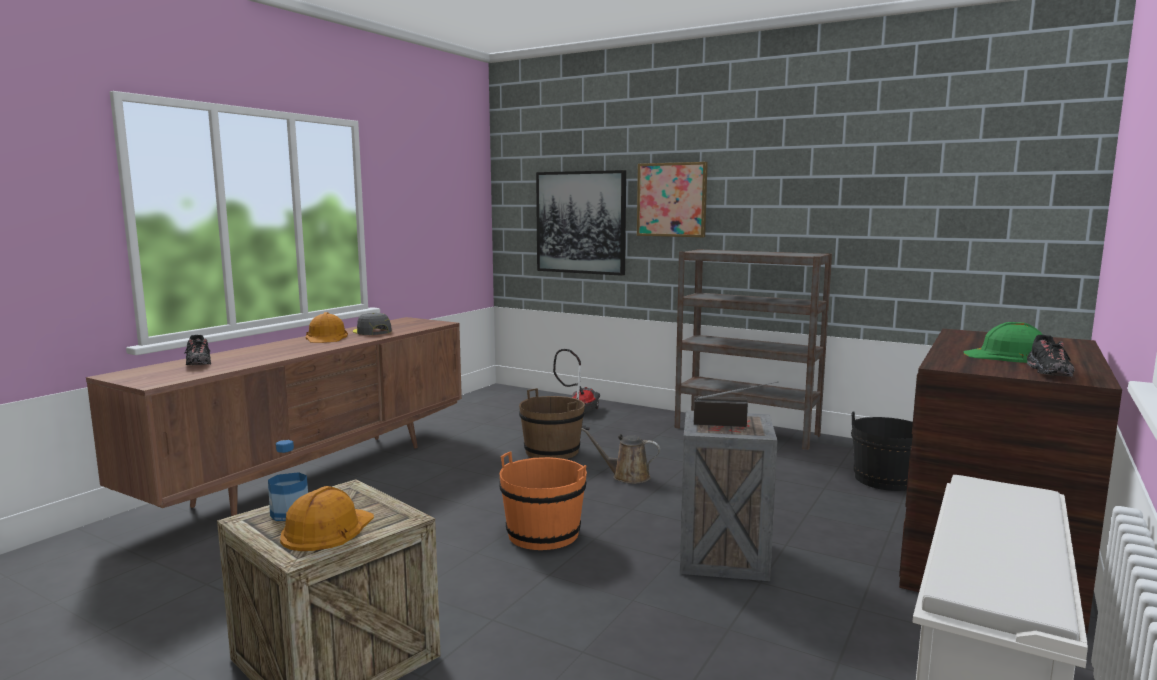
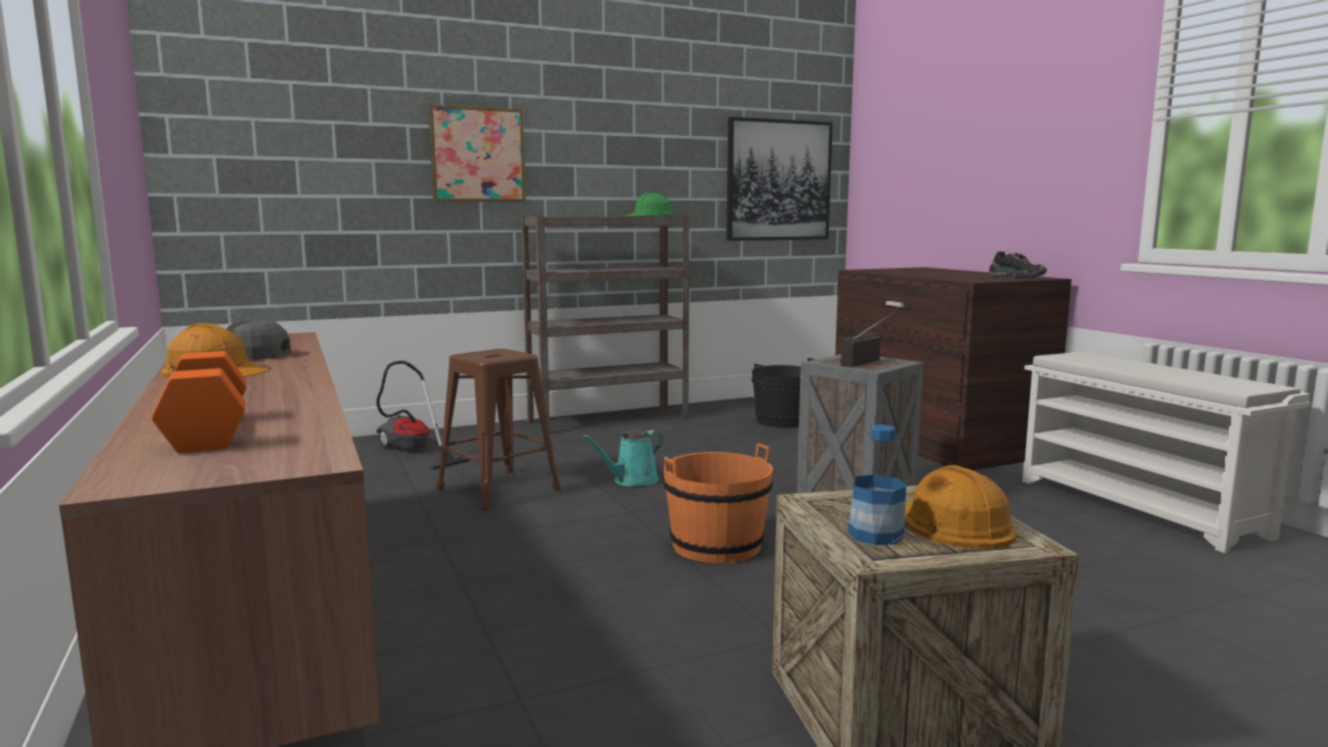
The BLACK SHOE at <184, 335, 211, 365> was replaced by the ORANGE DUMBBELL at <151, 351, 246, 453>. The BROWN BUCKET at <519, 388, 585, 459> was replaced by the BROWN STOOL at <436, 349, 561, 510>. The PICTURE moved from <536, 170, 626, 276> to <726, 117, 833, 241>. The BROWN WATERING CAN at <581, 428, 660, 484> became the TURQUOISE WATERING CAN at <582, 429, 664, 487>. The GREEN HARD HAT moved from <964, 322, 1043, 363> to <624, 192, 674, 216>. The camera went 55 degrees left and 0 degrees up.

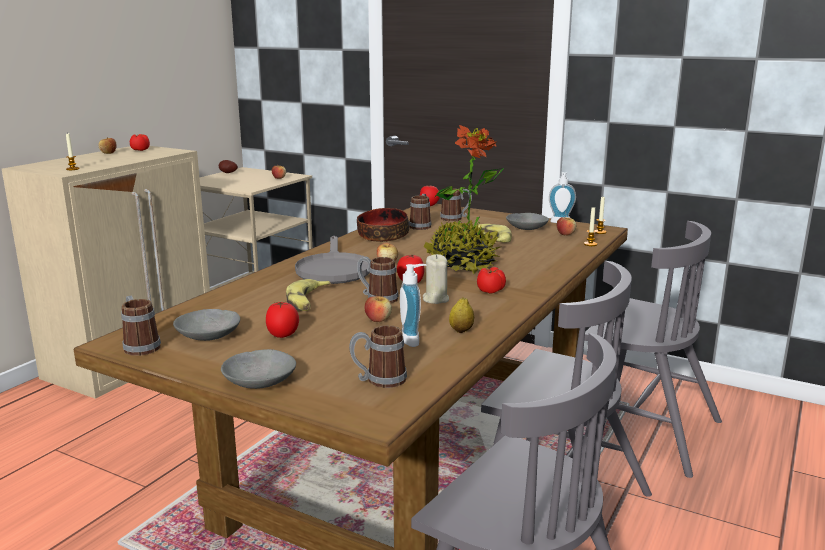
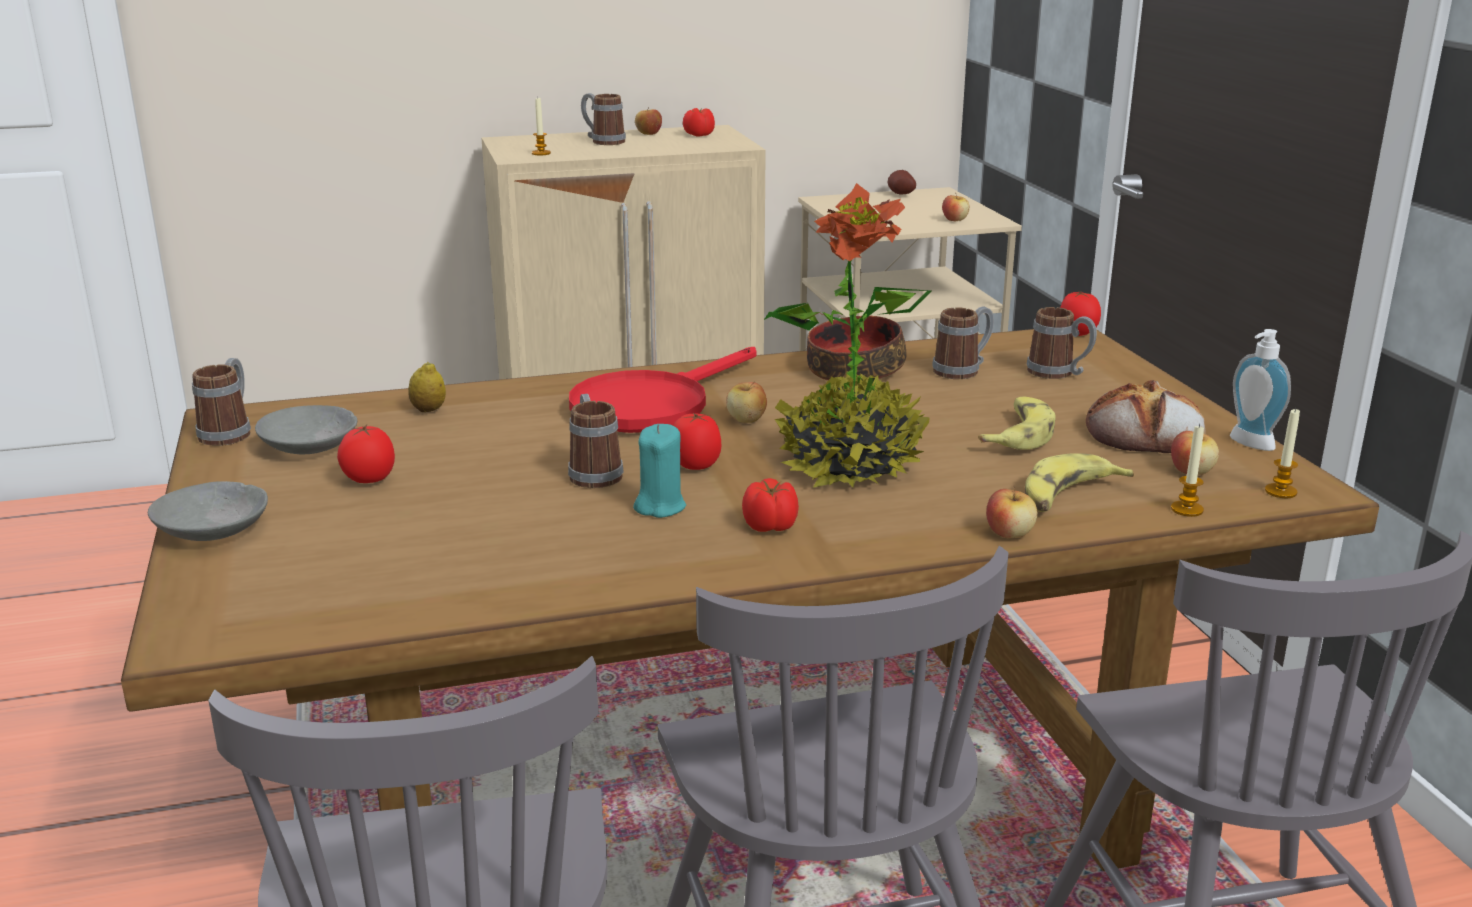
The BANANA moved from <286, 279, 330, 311> to <1025, 453, 1134, 512>. The GREY FRYING PAN at <295, 236, 370, 284> became the RED FRYING PAN at <569, 347, 756, 433>. The MUG moved from <349, 325, 407, 388> to <581, 93, 626, 145>. The APPLE moved from <364, 294, 392, 322> to <986, 485, 1037, 538>. The SOAP DISPENSER at <400, 264, 427, 347> disappeared. The BEIGE CANDLE at <423, 254, 449, 304> became the TURQUOISE CANDLE at <633, 424, 686, 518>. The LEMON moved from <449, 297, 474, 333> to <408, 362, 446, 412>. The GREY BOWL at <506, 213, 549, 230> was replaced by the BREAD at <1086, 380, 1206, 453>. The camera went 45 degrees right and 5 degrees up.

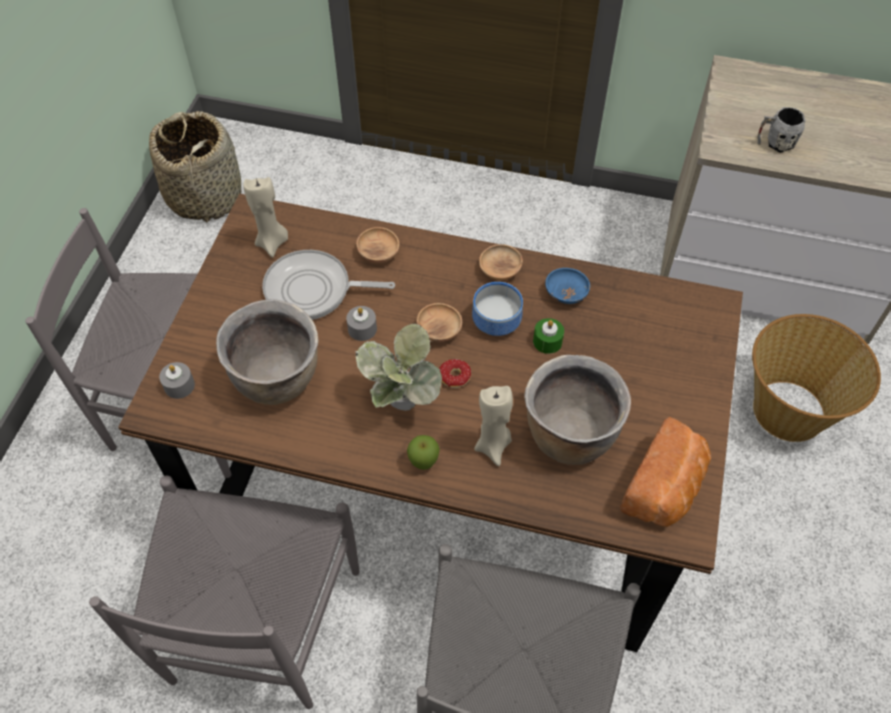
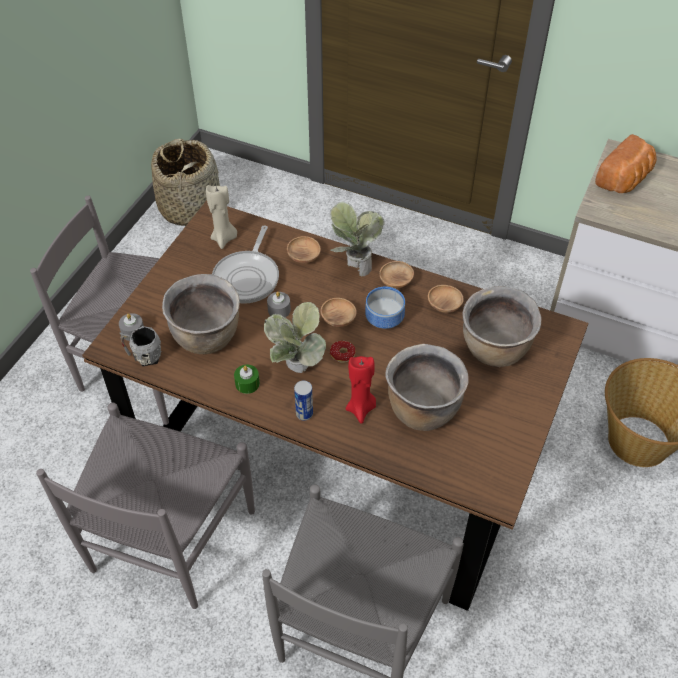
The FRYING PAN at <262, 250, 395, 320> turned 90 degrees counterclockwise. The APPLE at <407, 435, 440, 470> was replaced by the CAN at <294, 381, 313, 421>. The BEIGE CANDLE at <474, 386, 513, 466> became the RED CANDLE at <346, 356, 376, 424>. The GREEN CANDLE moved from <533, 318, 564, 354> to <234, 365, 260, 394>. The BLUE BOWL at <545, 268, 590, 304> became the BROWN BOWL at <428, 285, 464, 313>. The BREAD moved from <620, 417, 711, 527> to <595, 134, 657, 193>. The GREY MUG moved from <758, 107, 806, 153> to <120, 326, 161, 366>. The POTTED PLANT at <330, 202, 385, 276> appeared. The BROWN COOKING POT at <462, 286, 541, 367> appeared. The camera went 10 degrees right and 5 degrees down.

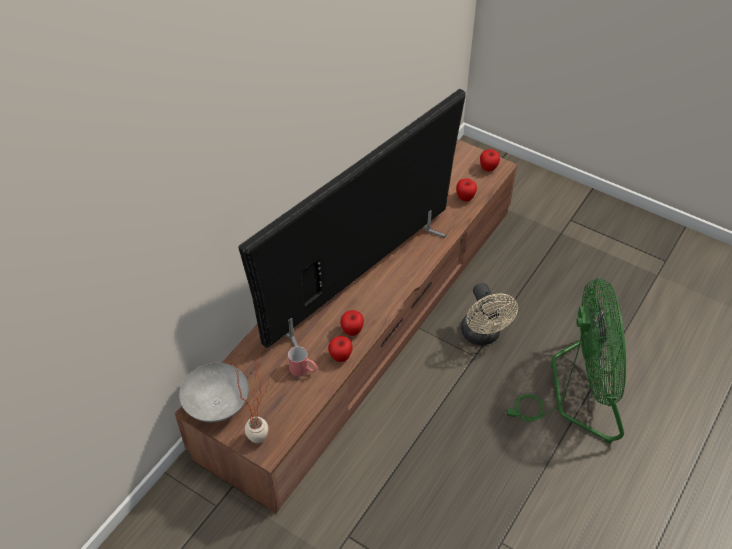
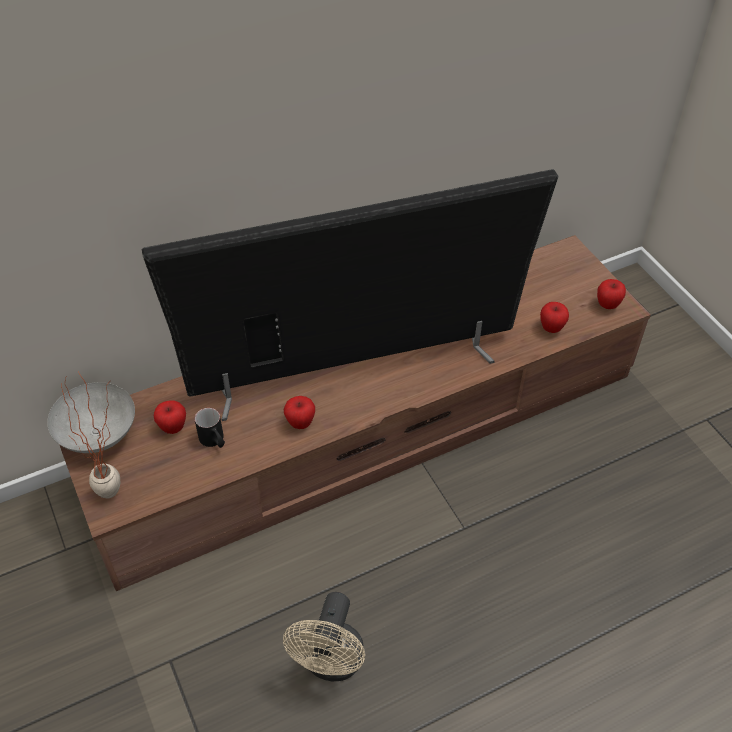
The RED MUG at <288, 346, 317, 376> became the BLACK MUG at <195, 408, 225, 448>. The APPLE moved from <328, 336, 353, 362> to <154, 400, 186, 434>. The BEIGE FAN moved from <461, 283, 518, 345> to <283, 592, 365, 681>. The GREEN FAN at <506, 278, 626, 444> disappeared. The camera went 30 degrees right and 0 degrees up.

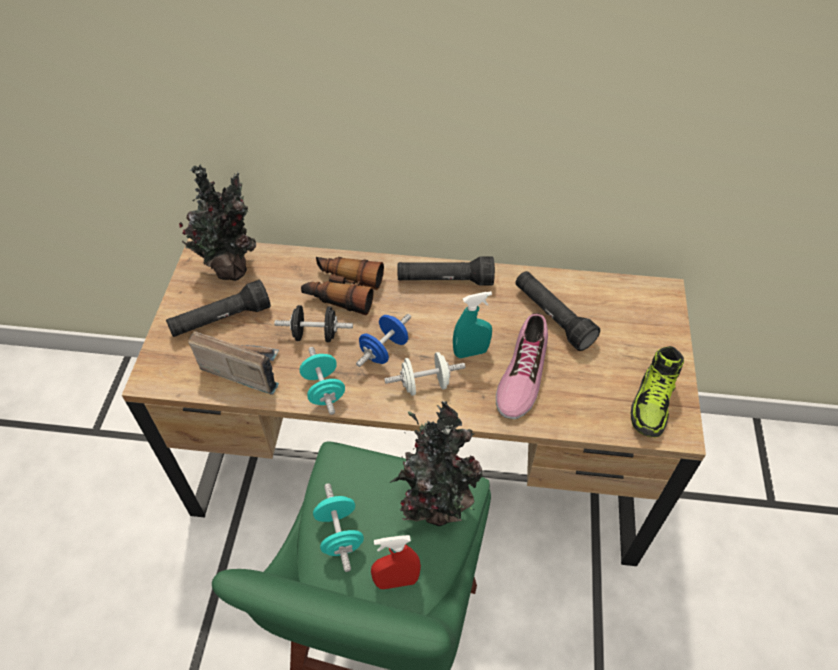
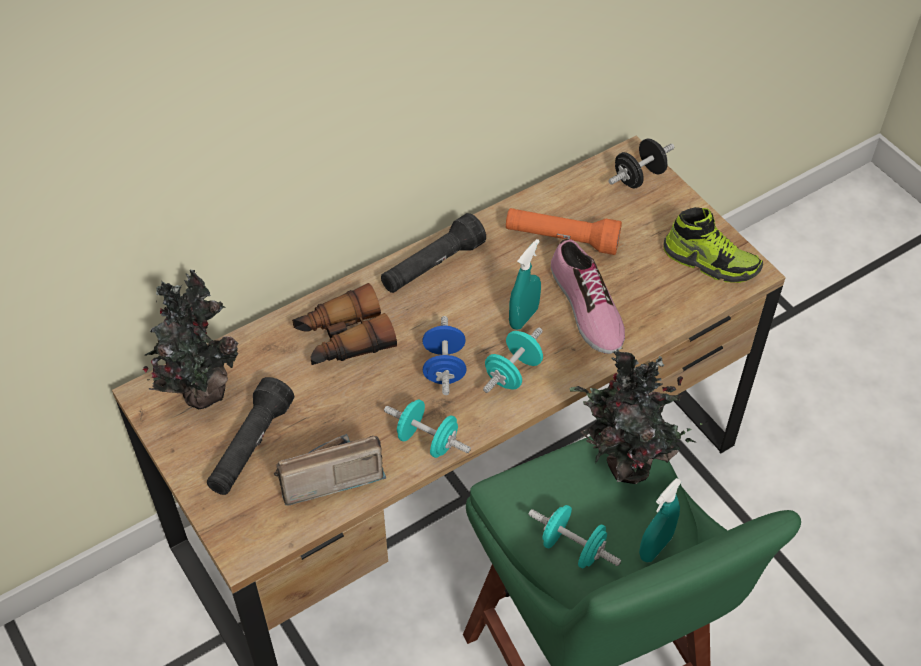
The BLACK DUMBBELL moved from <274, 305, 353, 342> to <608, 138, 674, 188>. The RED SPRAY BOTTLE at <371, 535, 421, 589> became the TURQUOISE SPRAY BOTTLE at <639, 478, 682, 562>. The WHITE DUMBBELL at <384, 352, 466, 396> became the TURQUOISE DUMBBELL at <483, 327, 543, 393>. The BLACK FLASHLIGHT at <516, 271, 600, 351> became the ORANGE FLASHLIGHT at <506, 208, 622, 255>. The SHOE at <631, 346, 684, 437> turned 45 degrees counterclockwise. The camera went 40 degrees left and 0 degrees up.

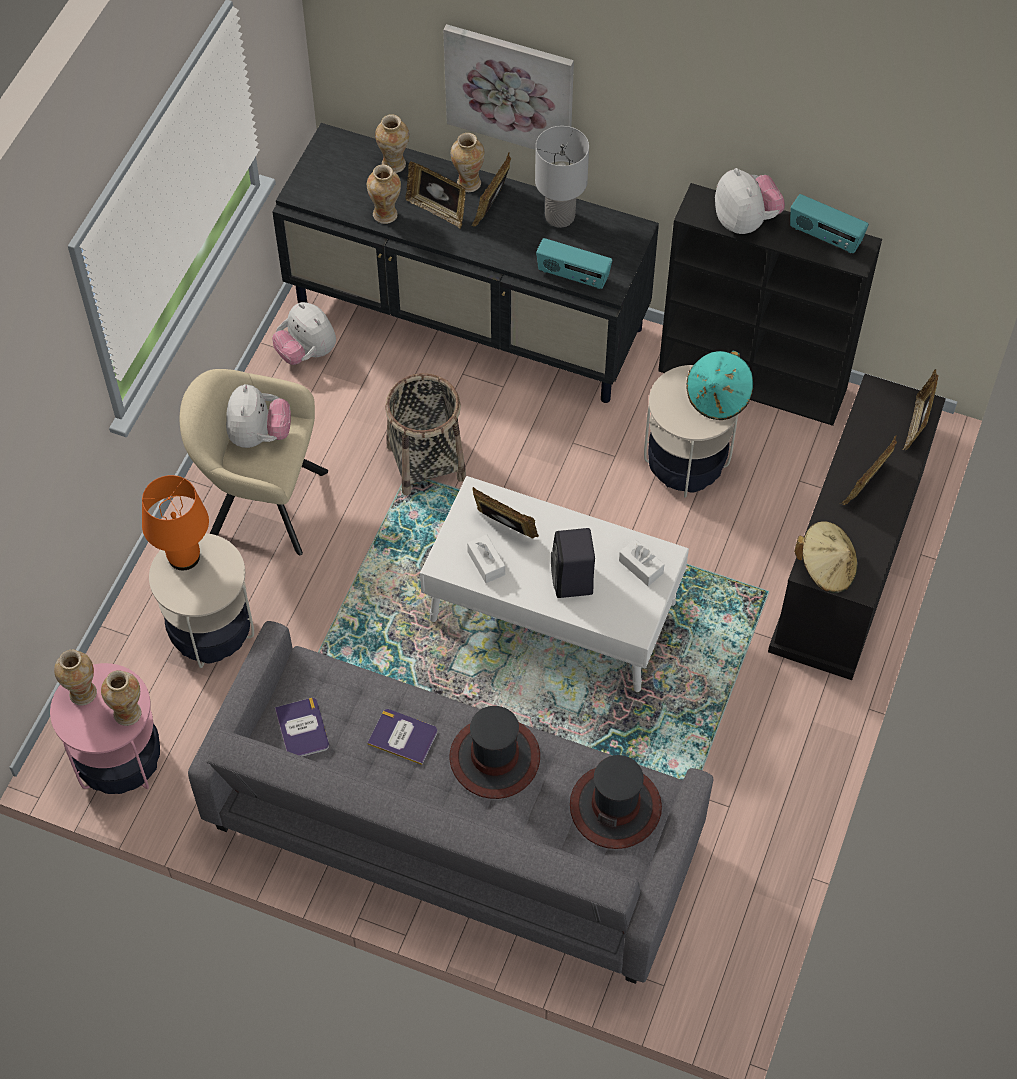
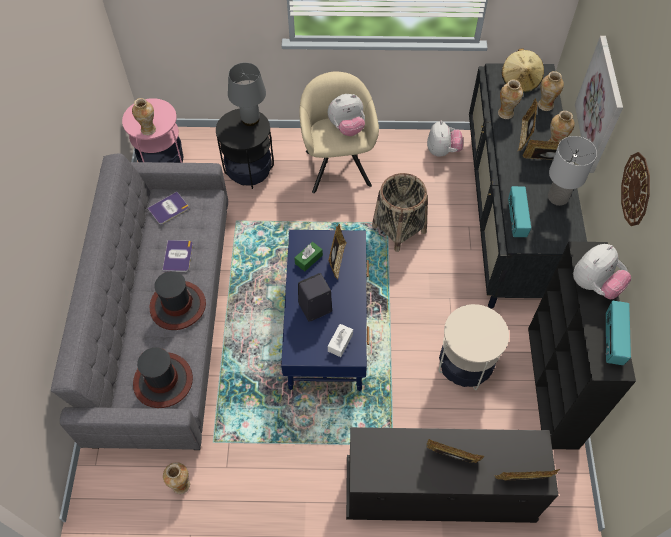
The VASE moved from <54, 649, 97, 706> to <163, 462, 190, 494>. The ORANGE TABLE LAMP at <142, 475, 209, 570> became the GREY TABLE LAMP at <228, 63, 266, 126>. The BEIGE SIDE TABLE at <149, 533, 254, 668> became the BLACK SIDE TABLE at <216, 109, 274, 189>. The PLUSH TOY at <272, 302, 336, 365> turned 150 degrees clockwise. The WHITE COFFEE TABLE at <420, 476, 689, 692> became the BLUE COFFEE TABLE at <281, 230, 369, 391>. The WHITE TISSUE BOX at <467, 534, 505, 583> became the GREEN TISSUE BOX at <294, 242, 323, 272>. The TURQUOISE HAT at <687, 350, 754, 420> disappeared. The BEIGE HAT moved from <794, 521, 857, 593> to <502, 48, 544, 93>. The WALL CLOCK at <621, 152, 650, 226> appeared. The camera went 70 degrees right and 0 degrees up.

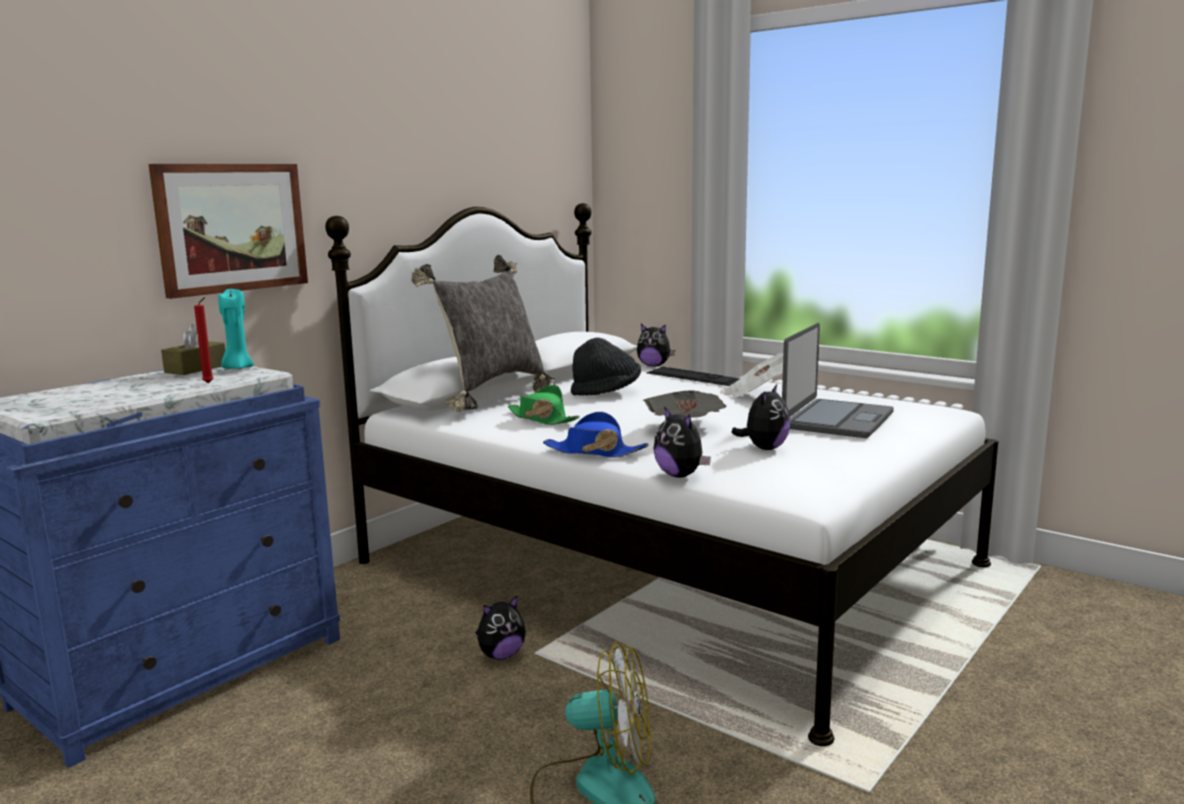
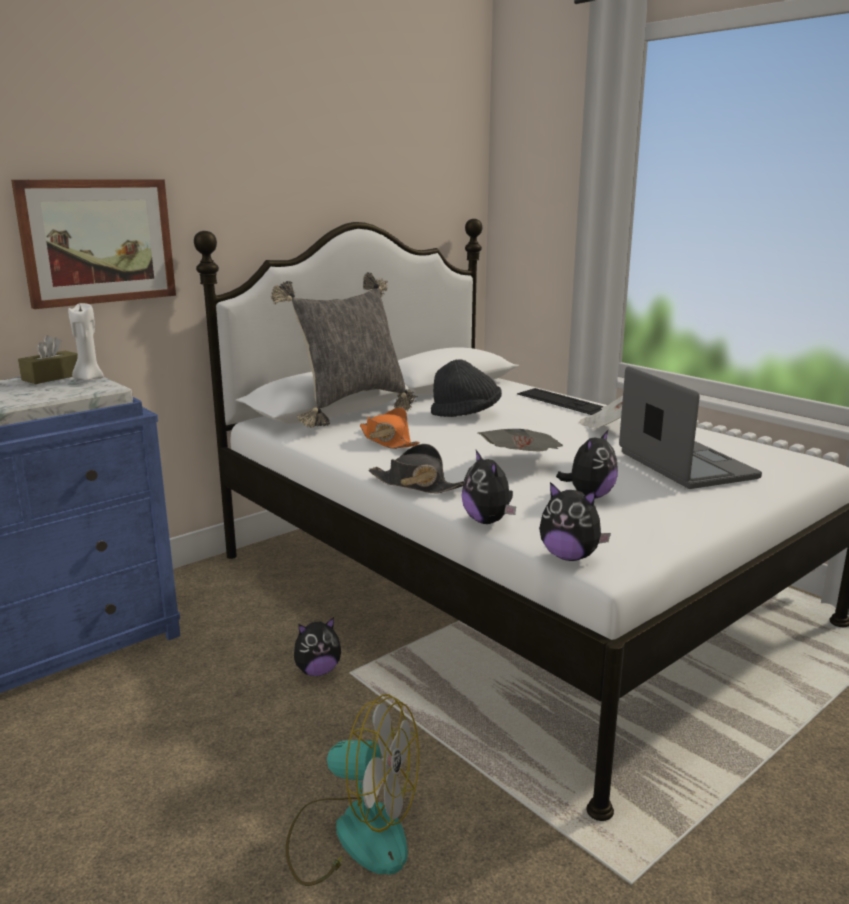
The RED CANDLE at <194, 297, 214, 383> disappeared. The TURQUOISE CANDLE at <218, 289, 254, 369> became the WHITE CANDLE at <68, 302, 104, 380>. The GREEN HAT at <508, 385, 580, 425> became the ORANGE HAT at <360, 407, 420, 449>. The BLUE HAT at <543, 412, 649, 458> became the BLACK HAT at <368, 444, 464, 494>. The PLUSH TOY moved from <637, 324, 675, 367> to <539, 482, 611, 561>. The LAPTOP at <782, 323, 894, 438> turned 60 degrees counterclockwise. The camera went 10 degrees right and 5 degrees up.

